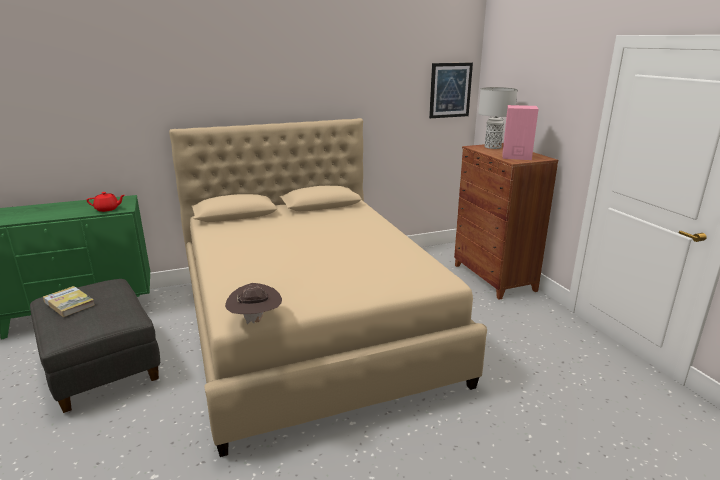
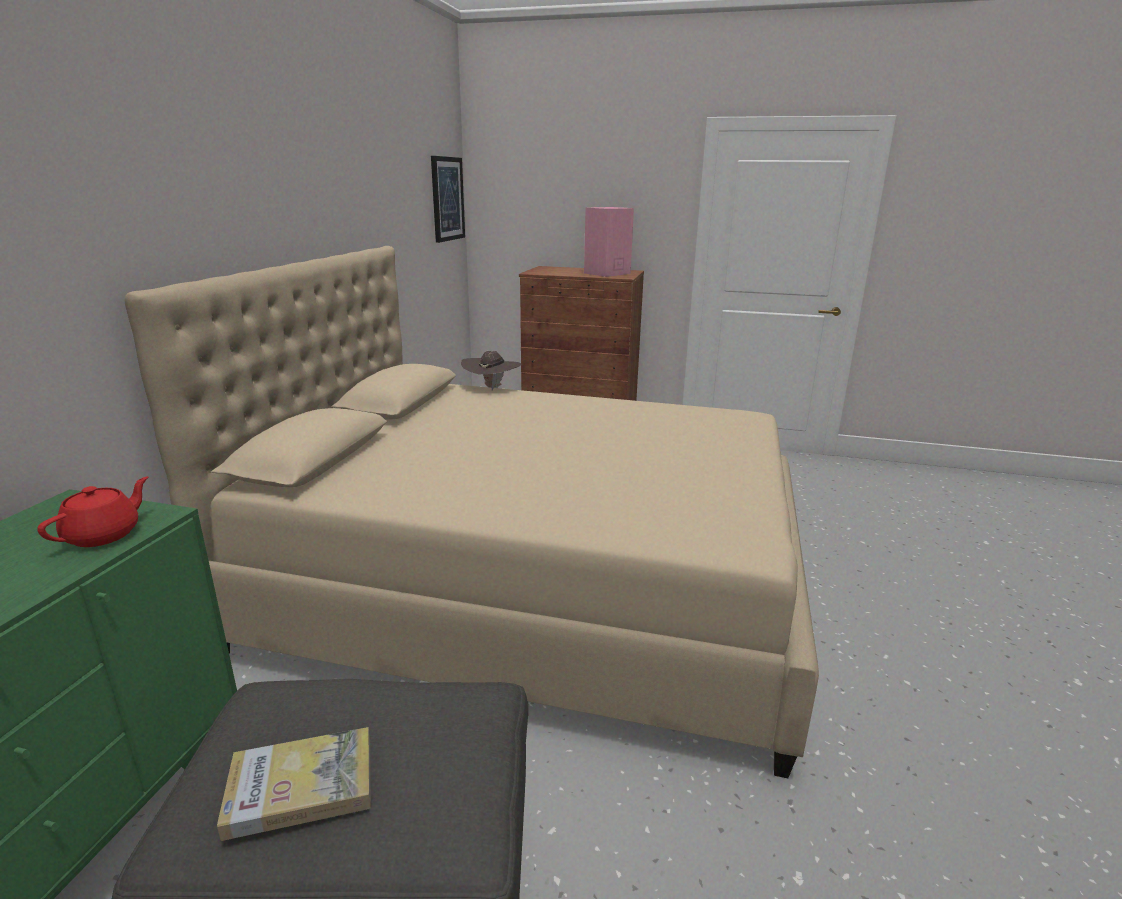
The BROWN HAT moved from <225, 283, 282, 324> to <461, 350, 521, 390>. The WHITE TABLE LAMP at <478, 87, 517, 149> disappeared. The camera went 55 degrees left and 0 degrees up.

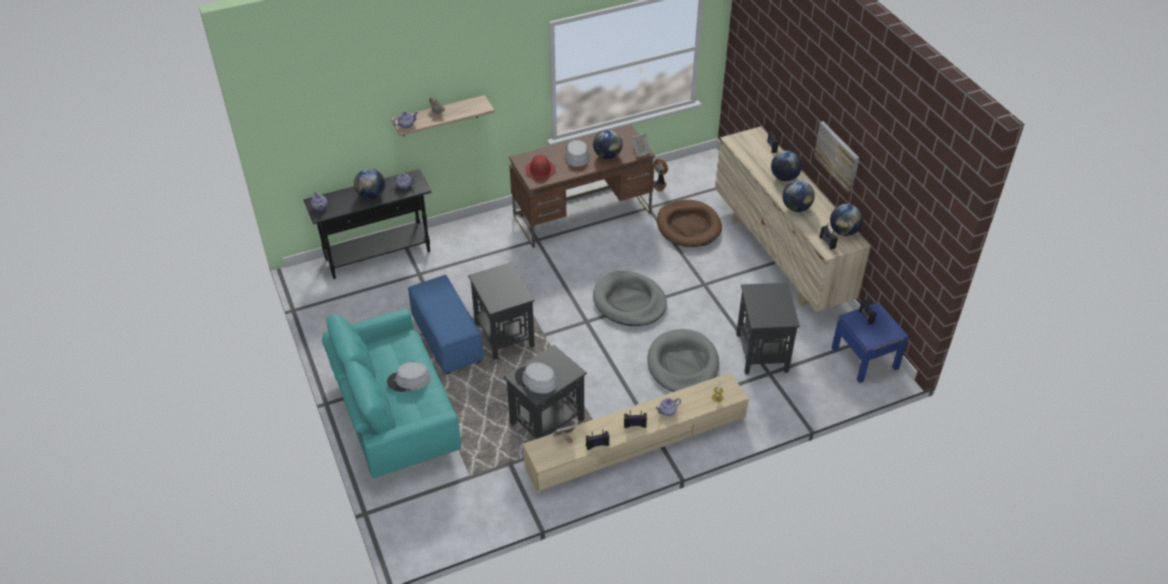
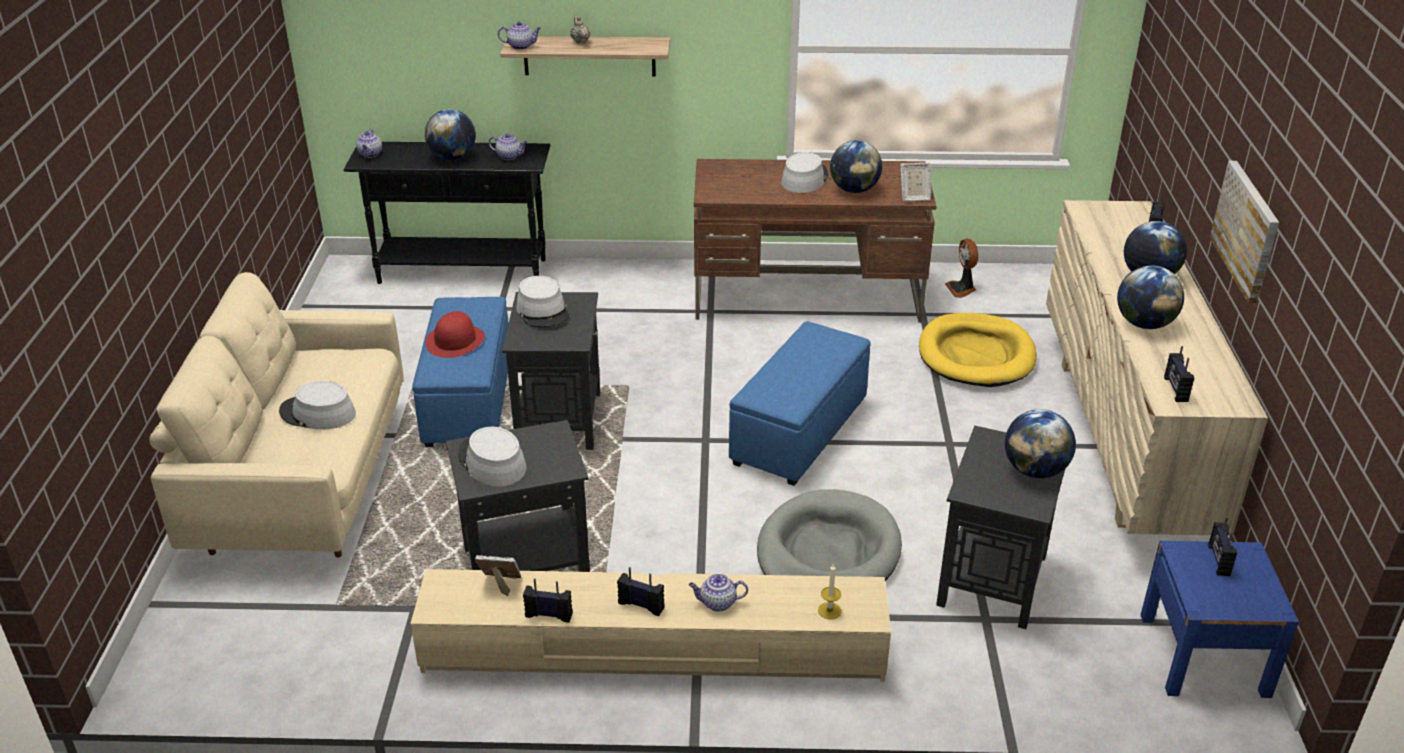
The TURQUOISE SOFA at <322, 309, 461, 478> became the BEIGE SOFA at <149, 272, 404, 557>. The RED HAT moved from <525, 155, 556, 181> to <425, 311, 485, 358>. The GREY DOG BED at <593, 271, 667, 326> was replaced by the BLUE OTTOMAN at <729, 321, 871, 486>. The BROWN DOG BED at <657, 200, 722, 247> became the YELLOW DOG BED at <919, 313, 1037, 387>. The GLOBE moved from <830, 204, 863, 236> to <1005, 409, 1076, 478>. The GREY HAT at <516, 276, 569, 327> appeared. The camera went 25 degrees right and 10 degrees down.

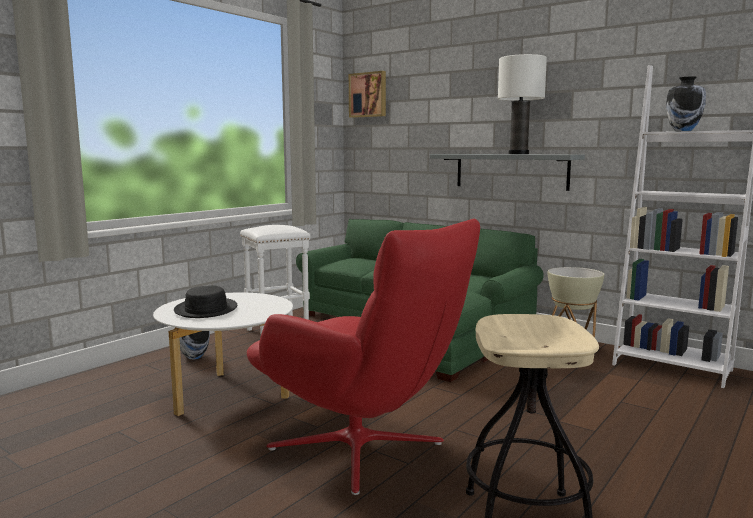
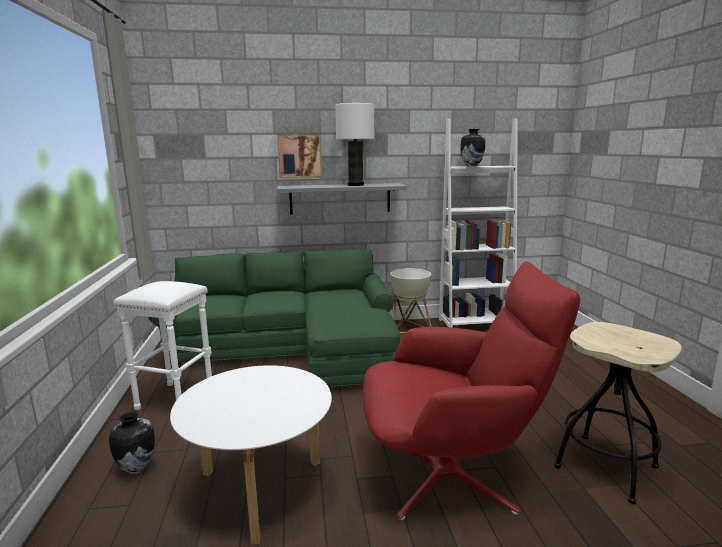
The BLACK HAT at <174, 285, 237, 318> disappeared. The PICTURE moved from <349, 71, 386, 118> to <277, 133, 322, 178>. The camera went 45 degrees left and 5 degrees up.

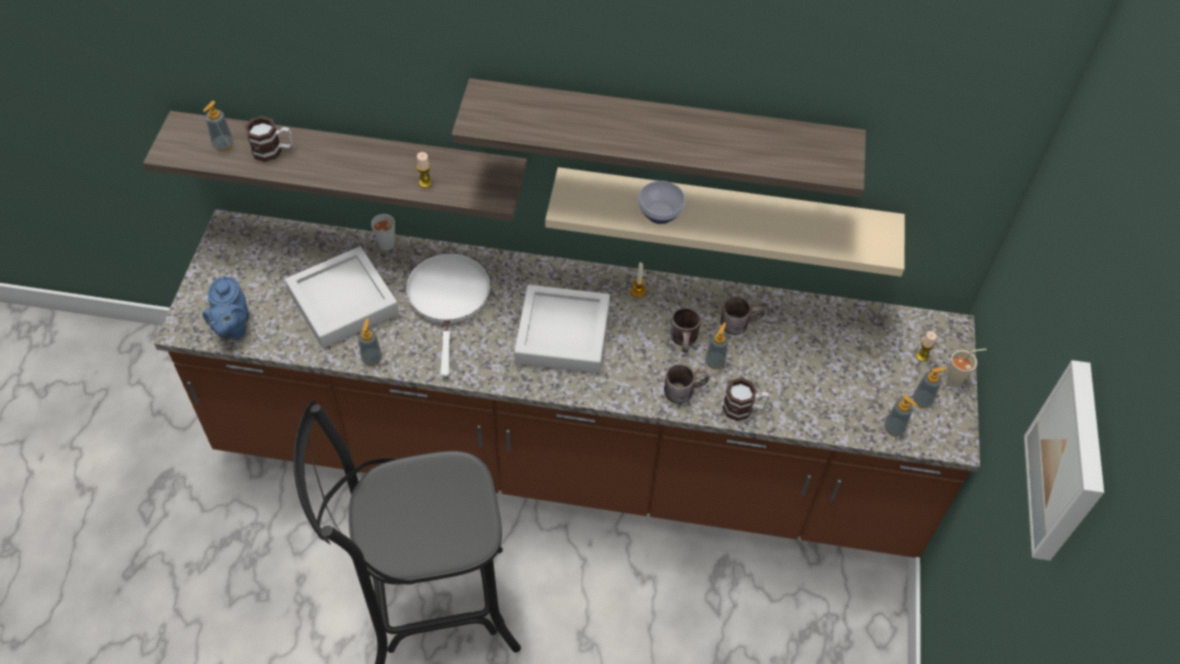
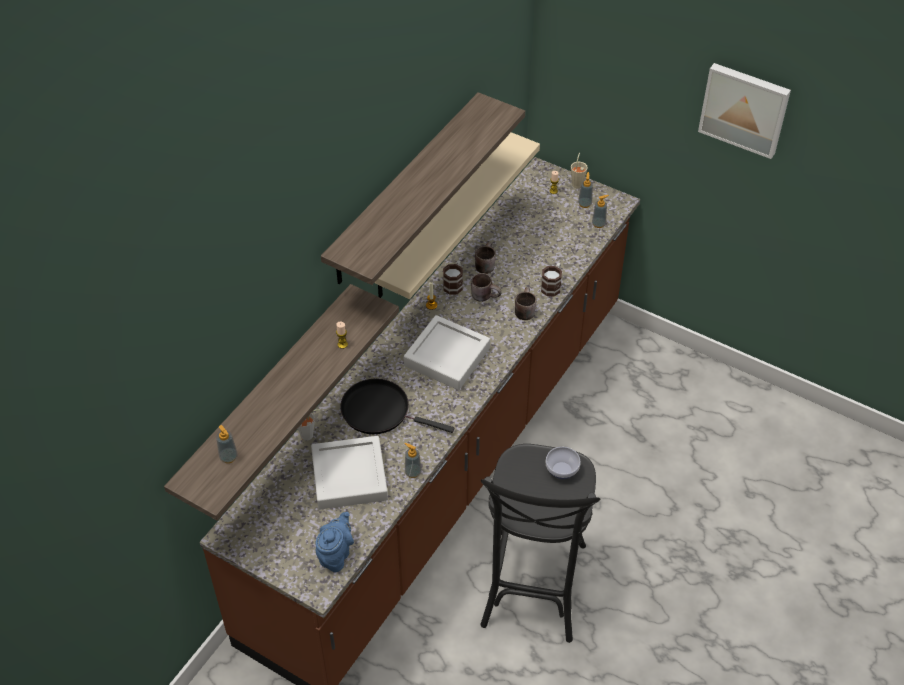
The BLUE TEAPOT at <202, 276, 249, 340> turned 90 degrees counterclockwise. The MUG moved from <245, 116, 293, 162> to <443, 260, 463, 295>. The WHITE FRYING PAN at <405, 253, 491, 376> became the BLACK FRYING PAN at <340, 379, 454, 434>. The BOWL moved from <638, 181, 685, 224> to <546, 447, 581, 479>. The SOAP DISPENSER at <705, 322, 728, 369> disappeared. The camera went 65 degrees left and 5 degrees down.

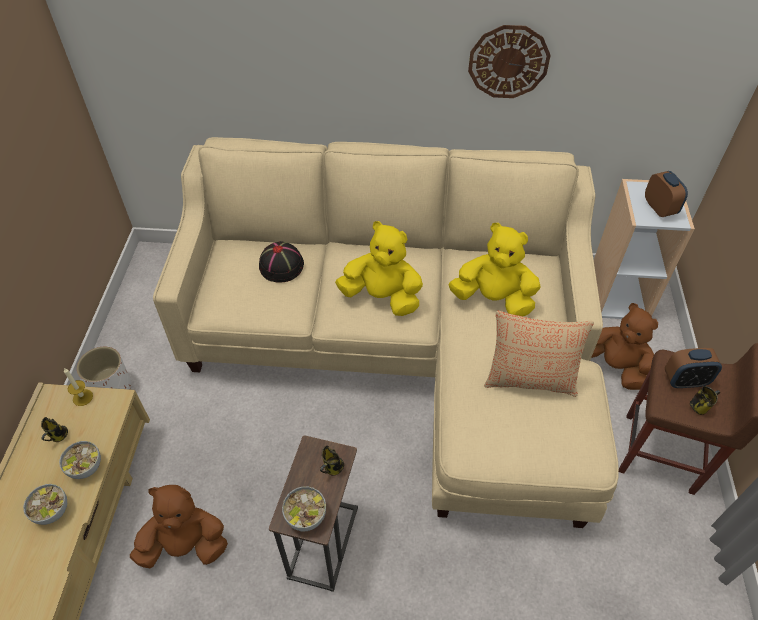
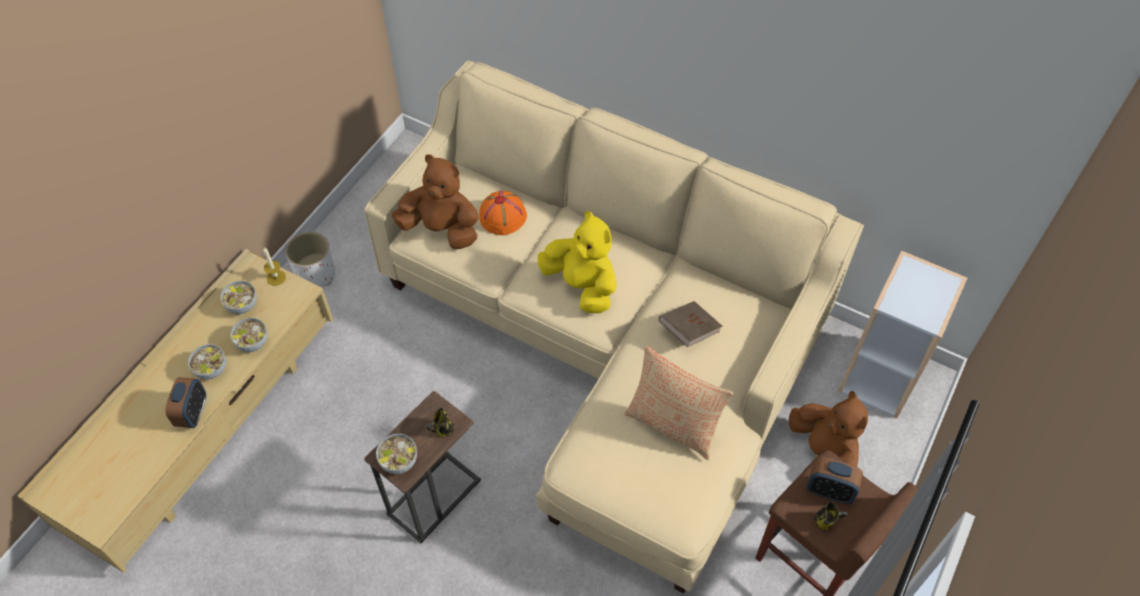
The MUG at <41, 417, 68, 442> was replaced by the BOWL at <220, 281, 257, 314>. The BROWN PLUSH TOY moved from <130, 485, 228, 568> to <391, 155, 479, 249>. The BLACK HAT at <259, 241, 304, 283> became the ORANGE HAT at <479, 191, 527, 235>. The YELLOW PLUSH TOY at <448, 223, 541, 316> was replaced by the BROWN BOOK at <659, 301, 722, 347>. The WALL CLOCK at <468, 25, 551, 98> disappeared. The ALARM CLOCK moved from <645, 171, 688, 217> to <165, 377, 206, 428>. The camera went 25 degrees right and 5 degrees up.

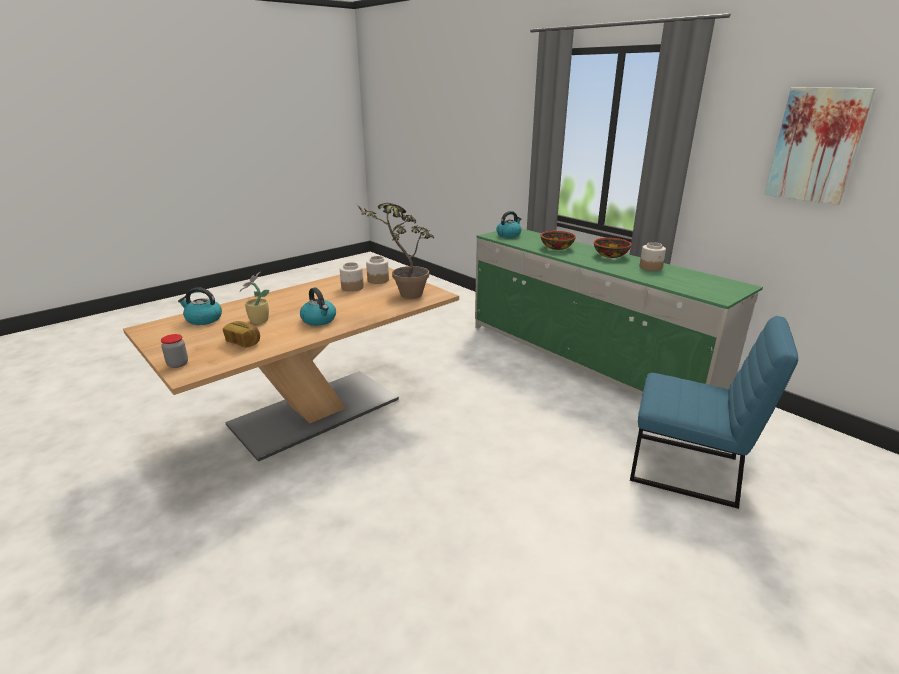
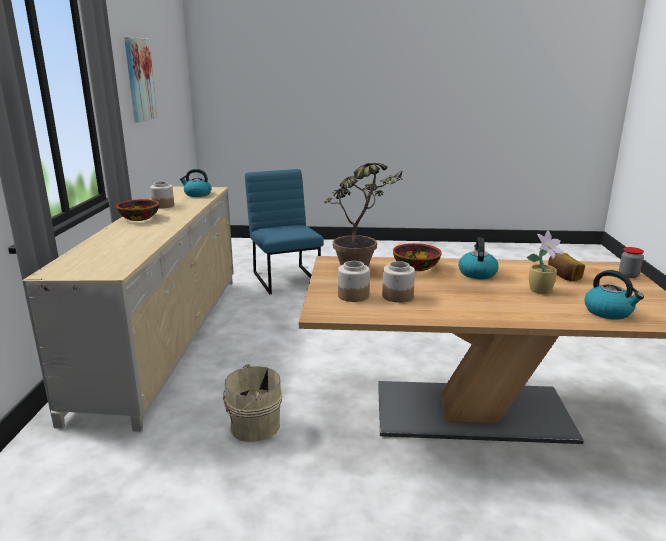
The GREEN CABINET at <475, 229, 763, 396> became the BEIGE CABINET at <22, 187, 234, 431>. The KETTLE moved from <496, 211, 522, 238> to <180, 169, 211, 197>. The BOWL moved from <541, 231, 576, 250> to <393, 243, 442, 271>. The BEIGE BUCKET at <223, 364, 282, 442> appeared. The camera went 135 degrees left and 5 degrees down.

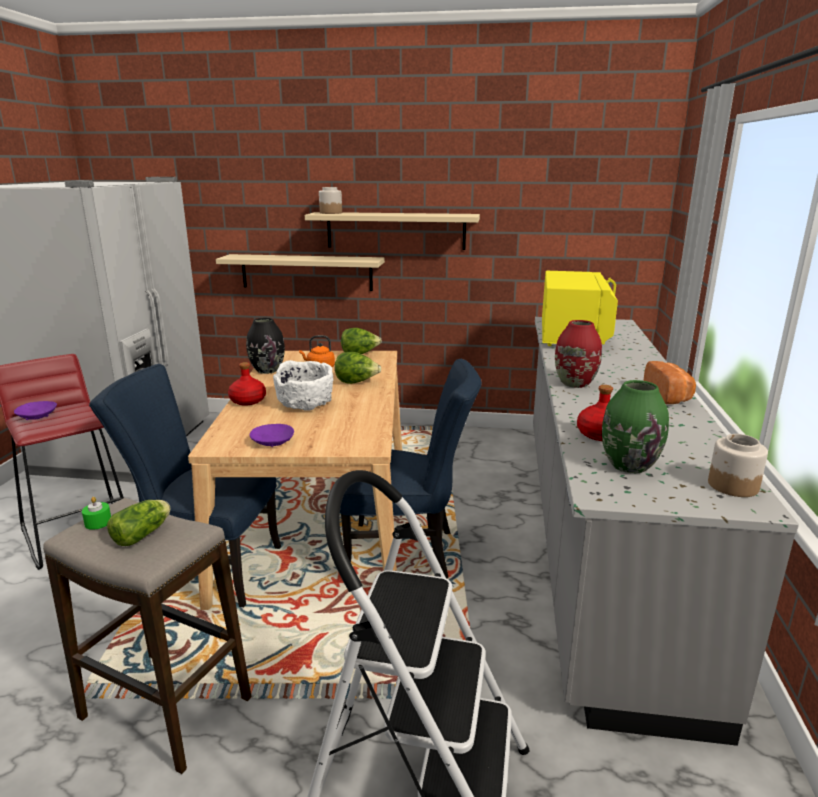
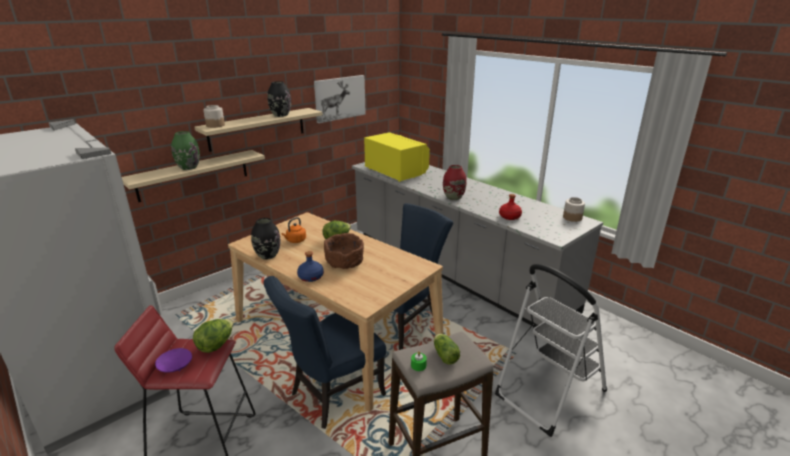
The RED BOTTLE at <228, 362, 266, 405> became the BLUE BOTTLE at <297, 251, 324, 282>. The PURPLE BOWL at <250, 424, 294, 447> disappeared. The WHITE BOWL at <273, 360, 333, 411> became the BROWN BOWL at <324, 233, 364, 269>. The LETTUCE moved from <341, 328, 382, 354> to <193, 319, 234, 353>. The GREEN VASE moved from <602, 380, 669, 474> to <171, 131, 200, 170>. The BREAD at <644, 361, 696, 404> disappeared. The BLACK VASE at <267, 81, 291, 117> appeared. The PICTURE at <314, 75, 366, 123> appeared. The camera went 50 degrees left and 5 degrees up.

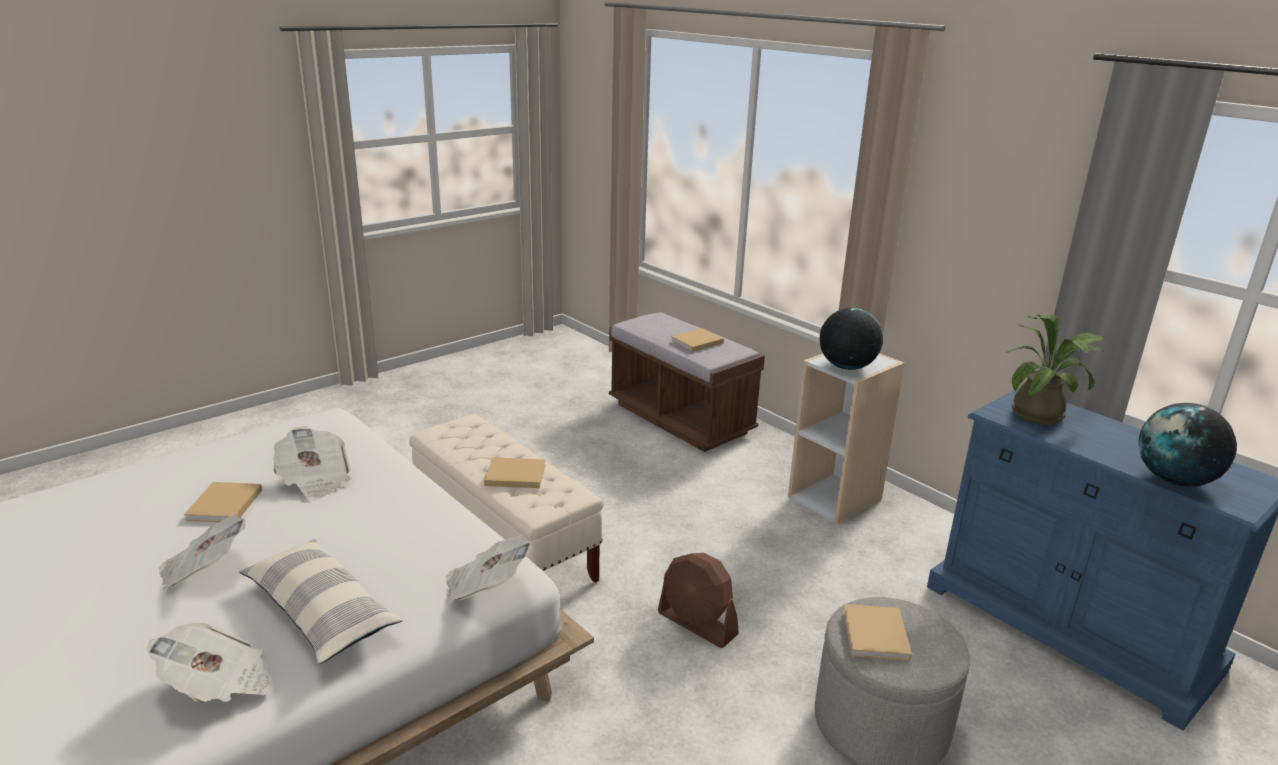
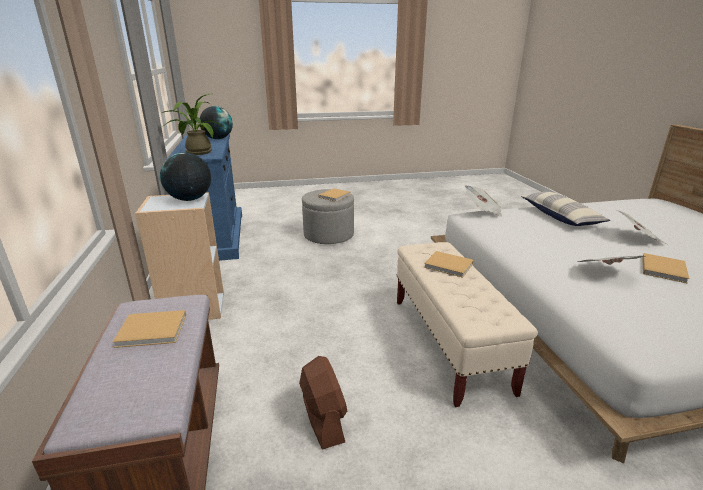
The NEWSPAPER at <147, 623, 272, 702> disappeared. The BROWN FAN moved from <658, 553, 739, 648> to <299, 356, 347, 450>. The camera went 150 degrees left and 0 degrees up.

